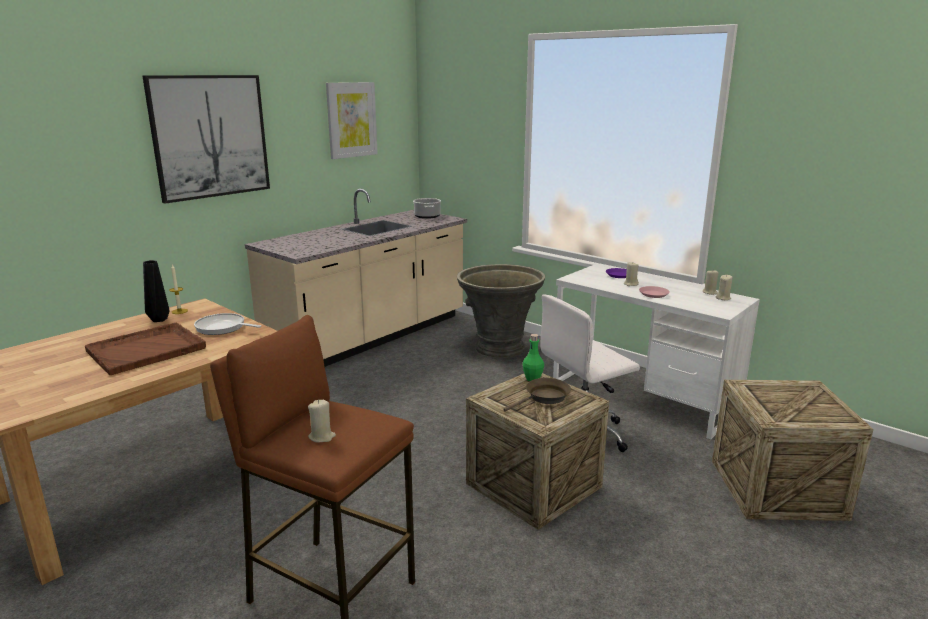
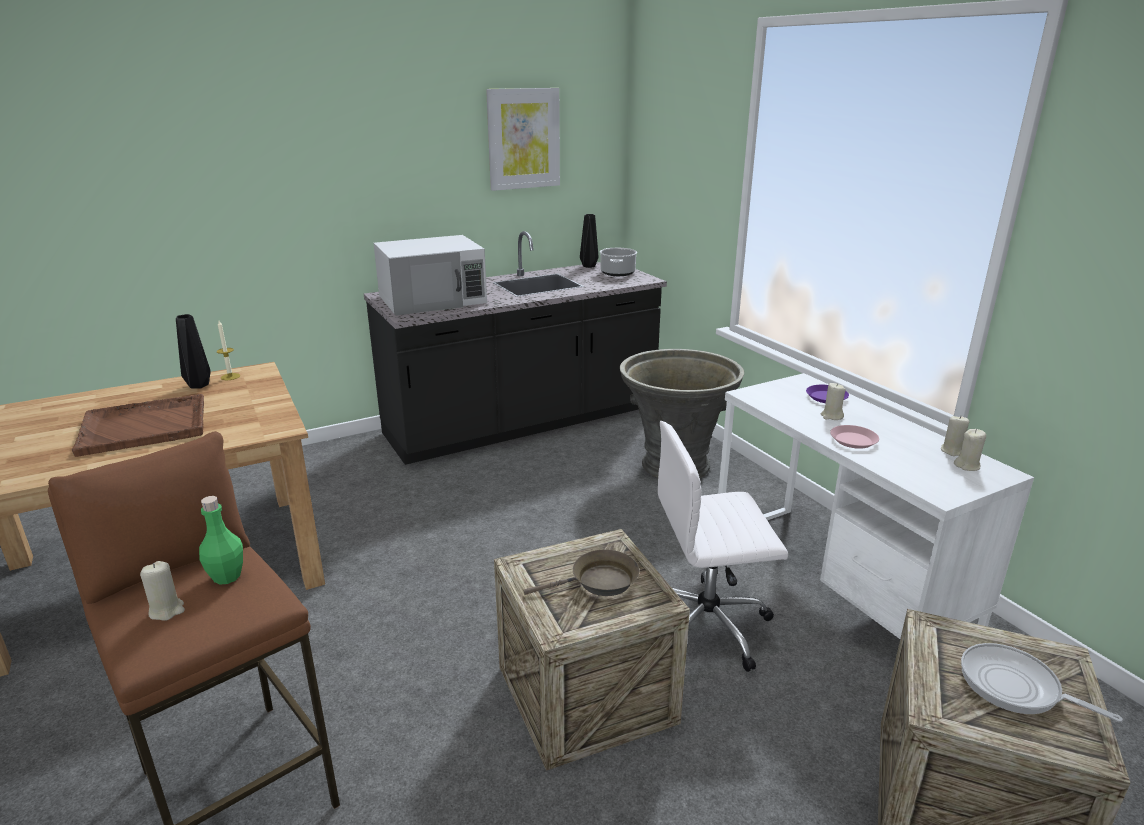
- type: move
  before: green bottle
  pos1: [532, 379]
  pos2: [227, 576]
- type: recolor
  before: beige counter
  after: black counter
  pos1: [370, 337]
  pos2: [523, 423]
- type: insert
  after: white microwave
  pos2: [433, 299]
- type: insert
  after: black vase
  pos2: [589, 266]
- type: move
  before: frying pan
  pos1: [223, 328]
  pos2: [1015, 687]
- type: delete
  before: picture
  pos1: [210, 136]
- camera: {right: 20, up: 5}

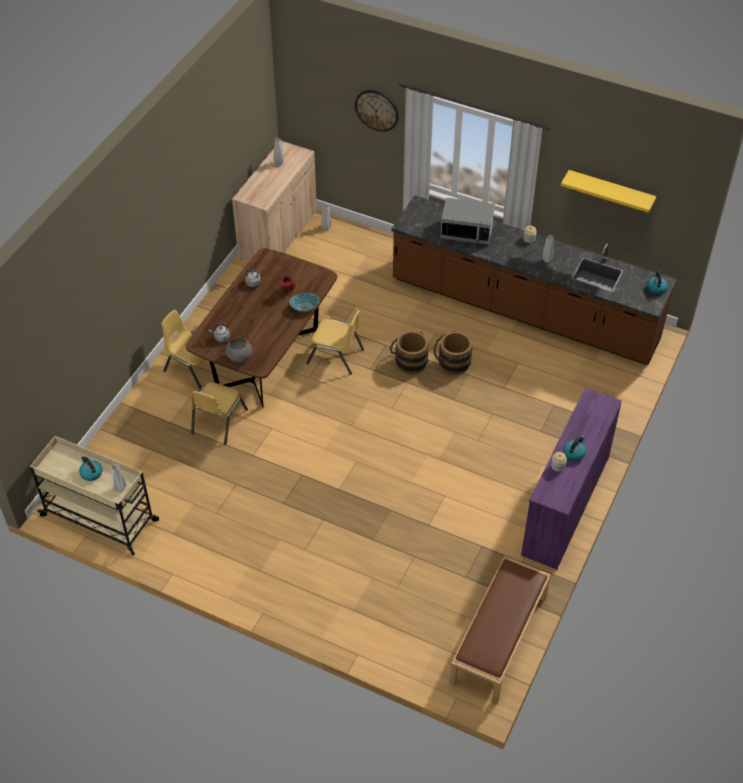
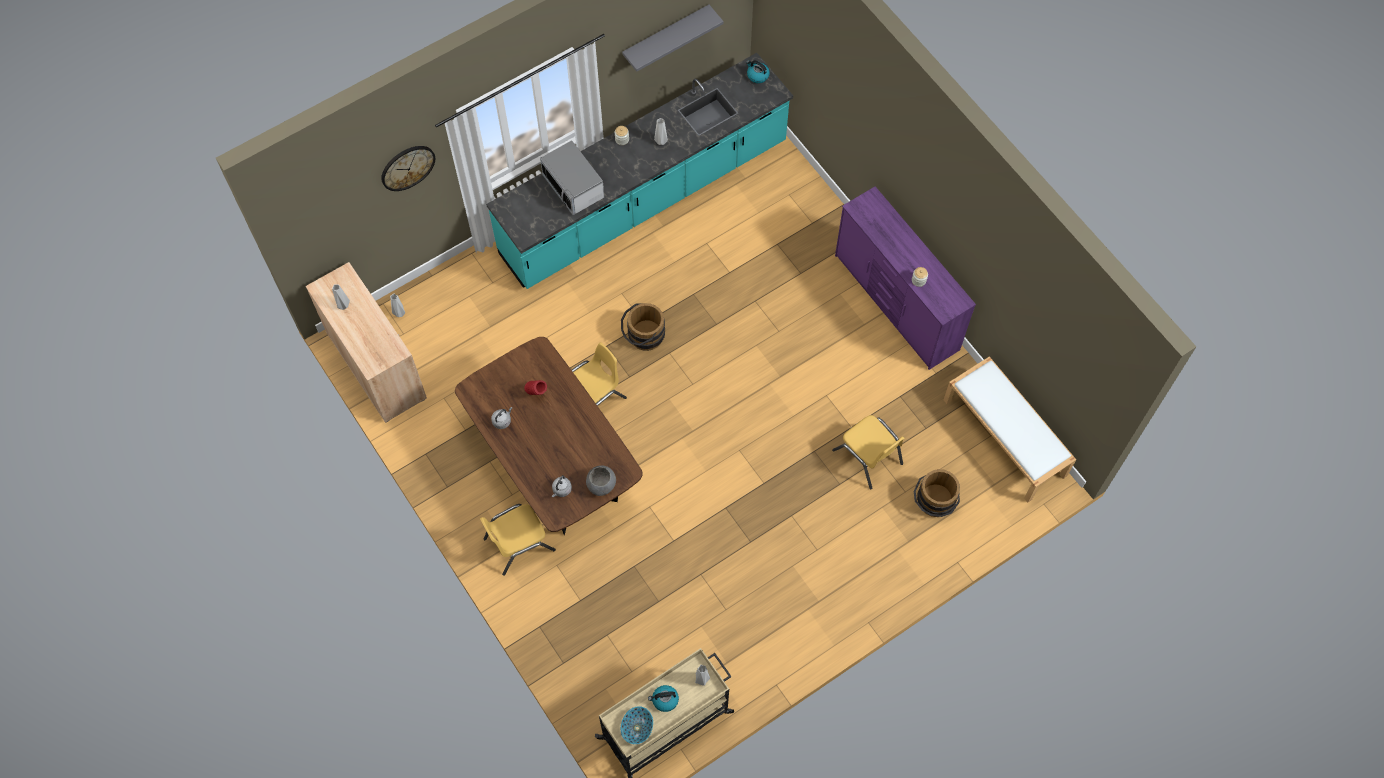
- type: recolor
  before: brown counter
  after: turquoise counter
  pos1: [524, 311]
  pos2: [644, 199]
- type: rotate
  before: microwave
  pos1: [466, 232]
  pos2: [574, 187]
  turn: 105
- type: move
  before: bowl
  pos1: [304, 307]
  pos2: [637, 728]
- type: recolor
  before: yellow shelf
  after: grey shelf
  pos1: [610, 191]
  pos2: [666, 36]
- type: move
  before: yellow chair
  pos1: [218, 421]
  pos2: [868, 457]
- type: move
  before: brown bucket
  pos1: [451, 364]
  pos2: [934, 503]
- type: recolor
  before: brown bench
  after: white bench
  pos1: [499, 640]
  pos2: [1005, 438]
- type: delete
  before: kettle
  pos1: [574, 453]
- camera: {right: -60, up: 15}

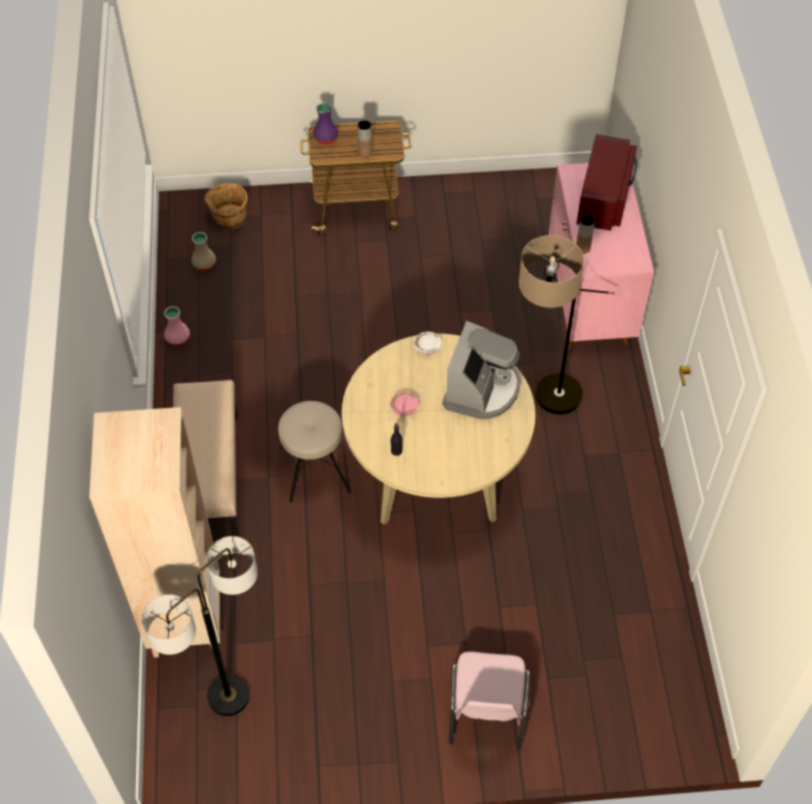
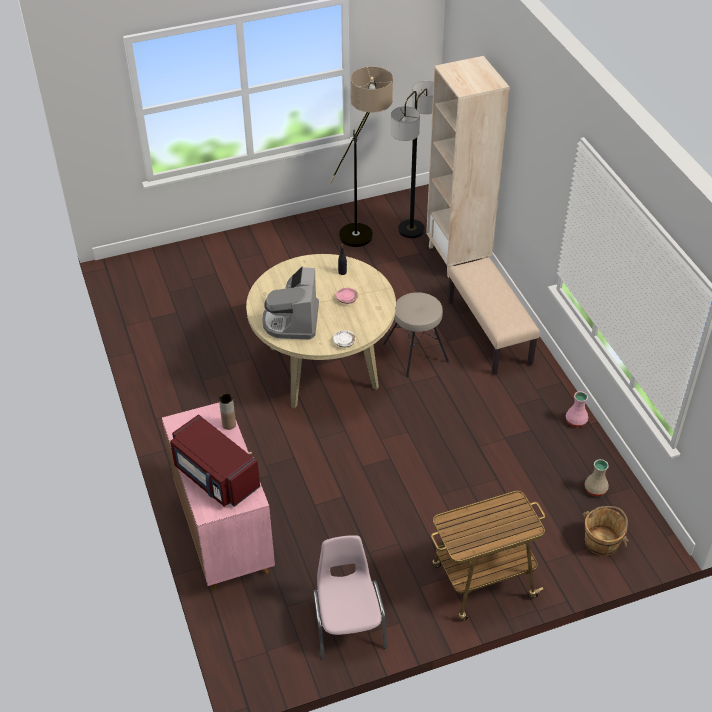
- type: rotate
  before: red microwave
  pos1: [604, 199]
  pos2: [215, 477]
  turn: -45
- type: move
  before: pink chair
  pos1: [486, 711]
  pos2: [348, 623]
- type: move
  before: floor lamp
  pos1: [543, 404]
  pos2: [364, 229]
- type: delete
  before: purple vase
  pos1: [326, 137]
- type: delete
  before: brown vase
  pos1: [365, 153]
- camera: {right: 165, up: -10}

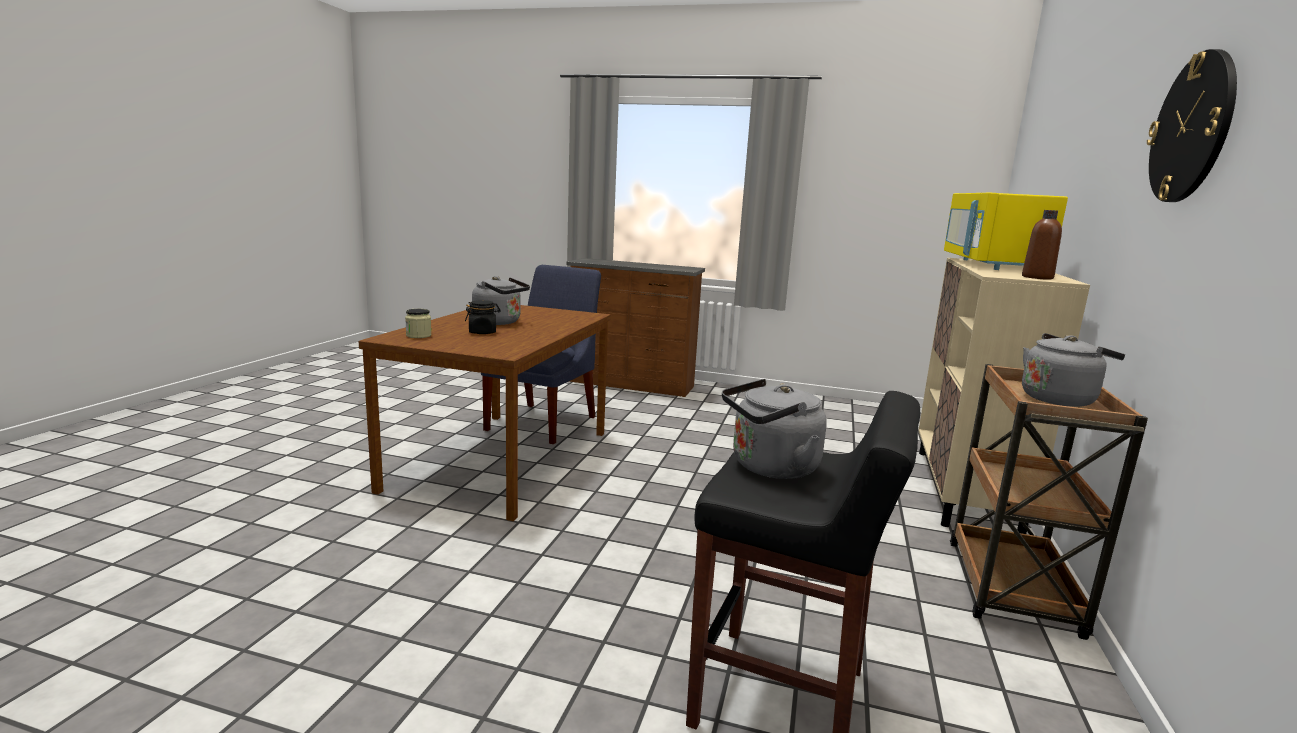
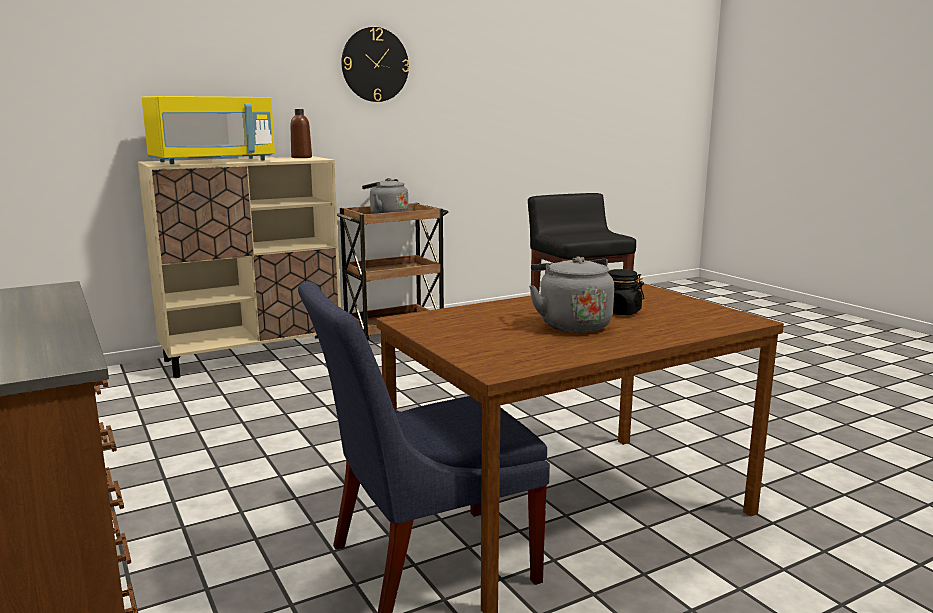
- type: delete
  before: jar
  pos1: [418, 335]
- type: delete
  before: grey kettle
  pos1: [770, 468]
- camera: {right: -135, up: 0}

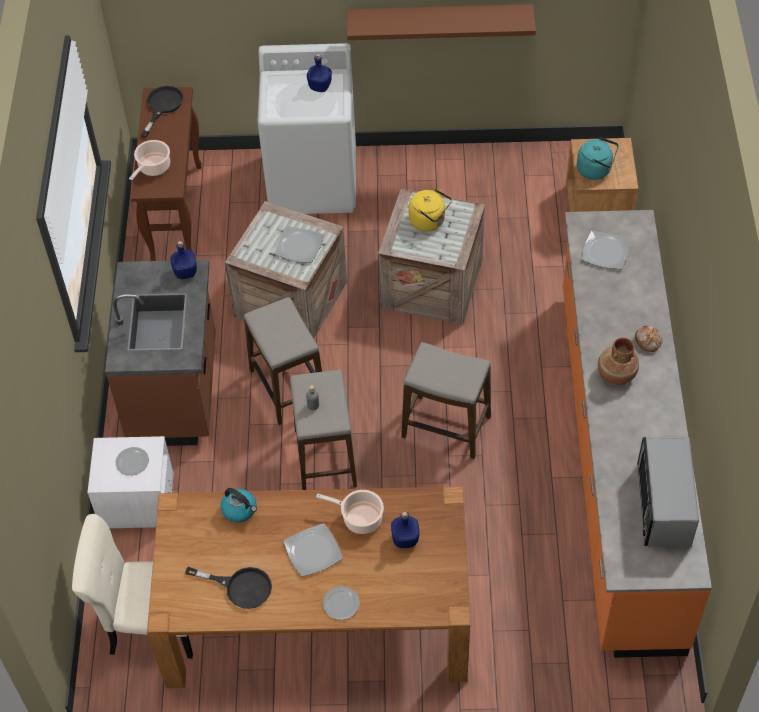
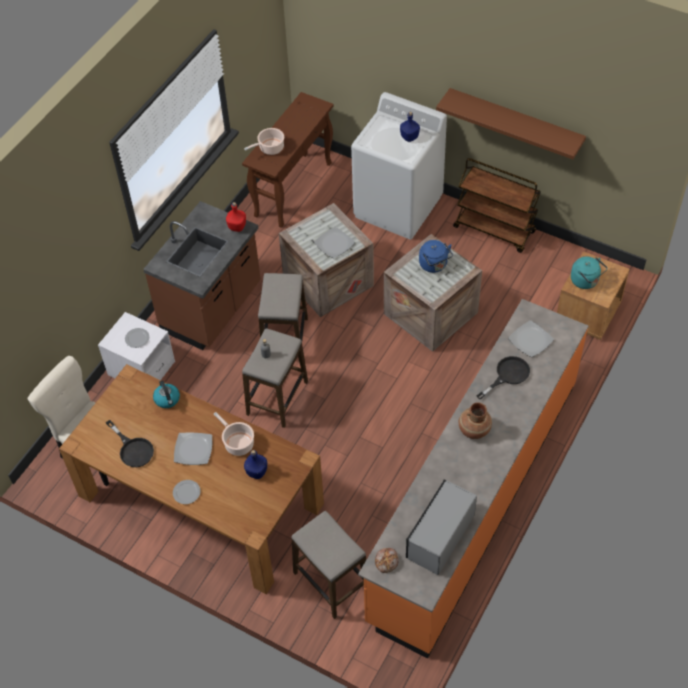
- type: recolor
  before: blue bottle
  after: red bottle
  pos1: [185, 273]
  pos2: [237, 227]
- type: move
  before: stool
  pos1: [446, 427]
  pos2: [331, 582]
- type: move
  before: bread
  pos1: [648, 340]
  pos2: [387, 561]
- type: recolor
  before: yellow kettle
  after: blue kettle
  pos1: [429, 221]
  pos2: [434, 265]
- type: insert
  after: brown cart
  pos2: [495, 229]
- type: move
  before: black frying pan
  pos1: [162, 106]
  pos2: [508, 375]
- camera: {right: 30, up: 0}

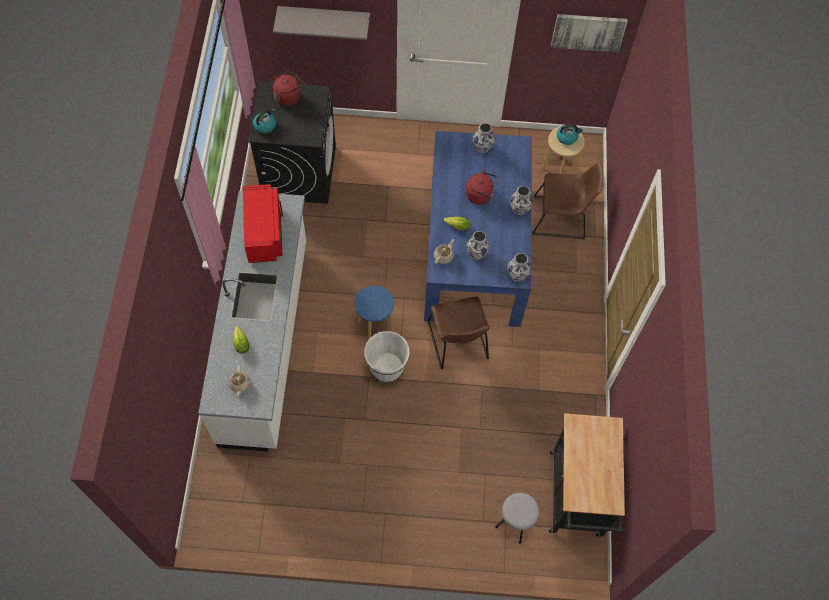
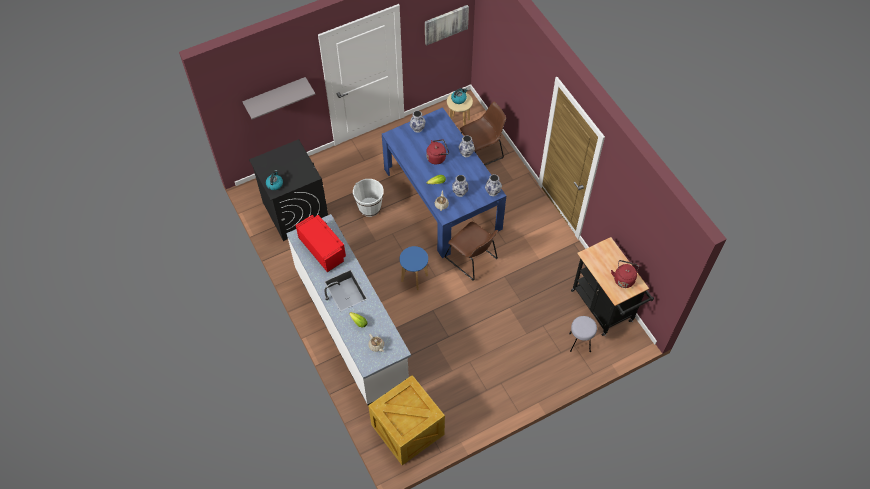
- type: move
  before: white bucket
  pos1: [387, 368]
  pos2: [369, 207]
- type: insert
  after: crate
  pos2: [409, 430]
- type: move
  before: red kettle
  pos1: [289, 96]
  pos2: [624, 279]
- camera: {right: -30, up: -5}

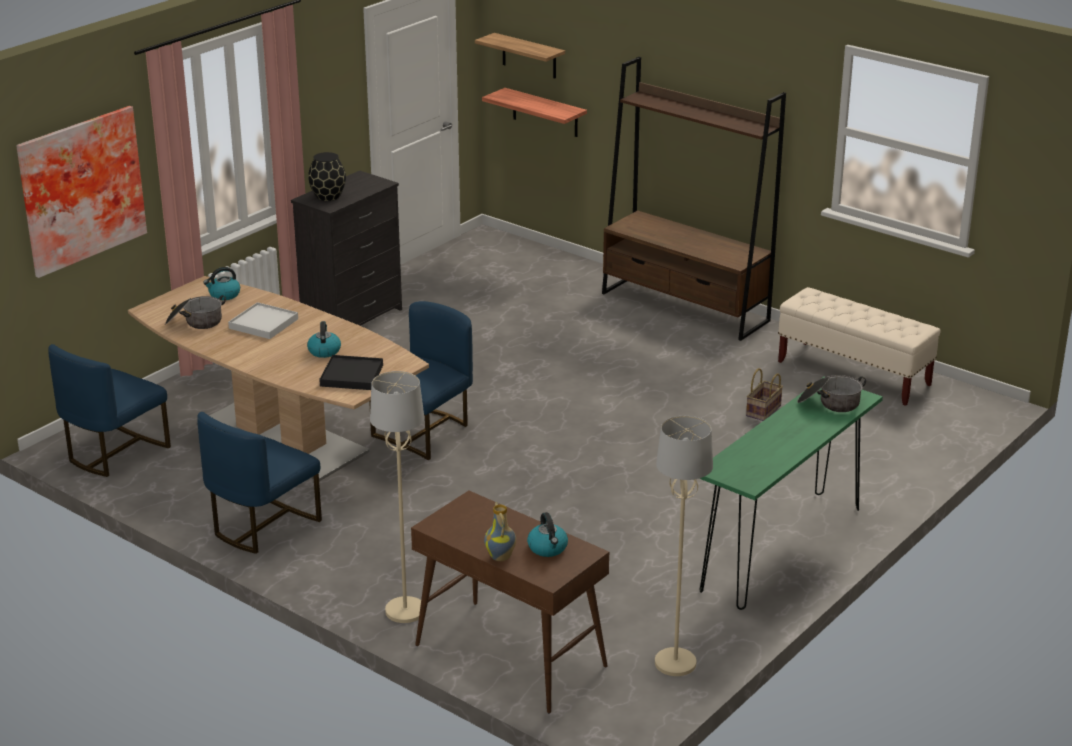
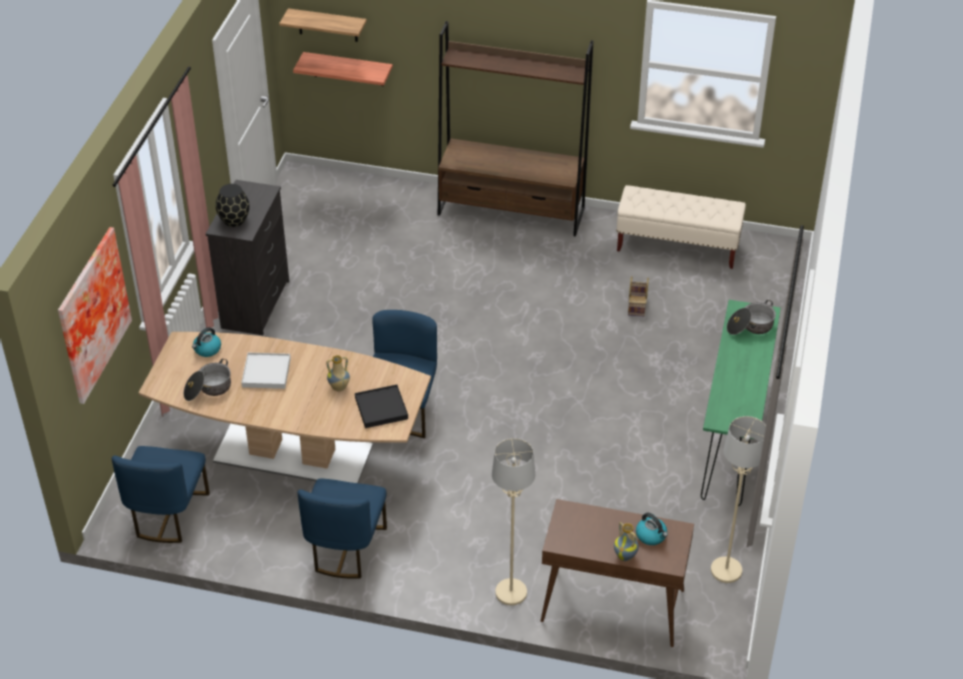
- type: replace
  before: kettle
  after: vase
  pos1: [324, 351]
  pos2: [339, 388]
- camera: {right: -25, up: 15}

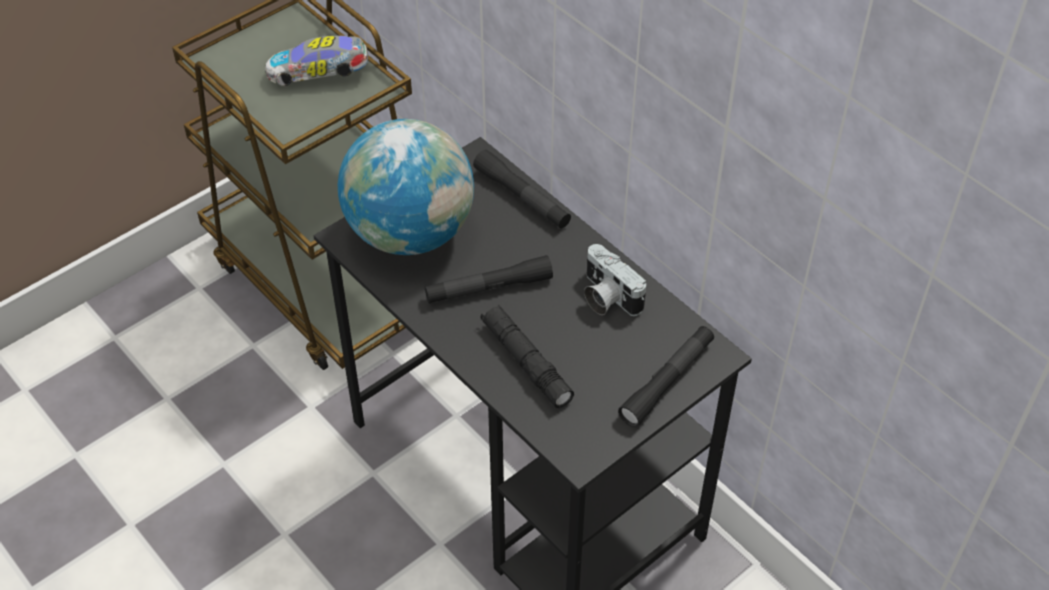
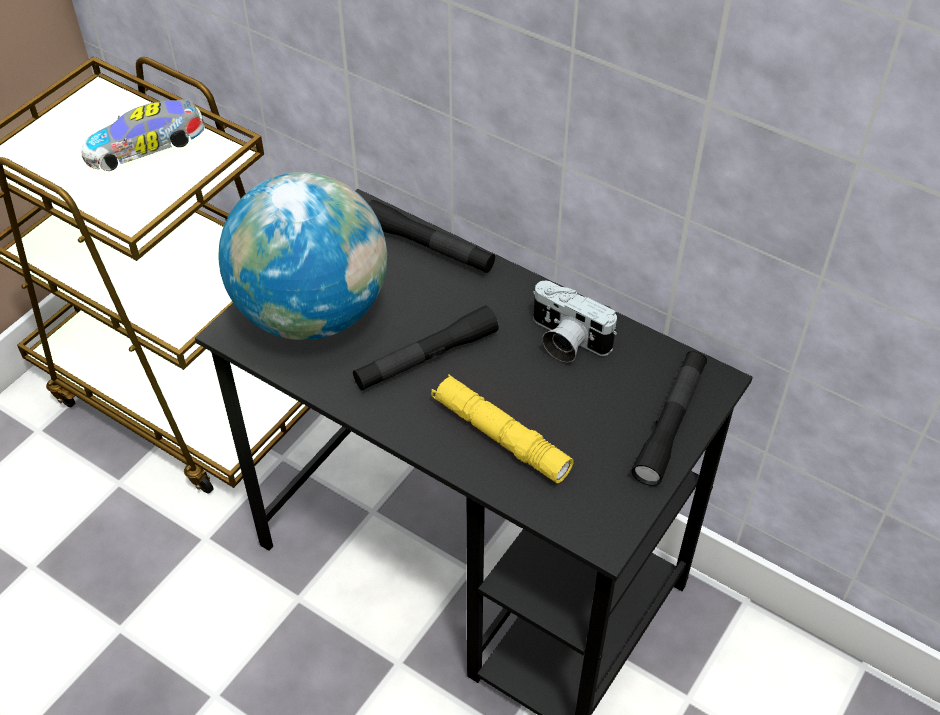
- type: recolor
  before: black flashlight
  after: yellow flashlight
  pos1: [526, 362]
  pos2: [500, 436]
- camera: {right: -15, up: 0}

